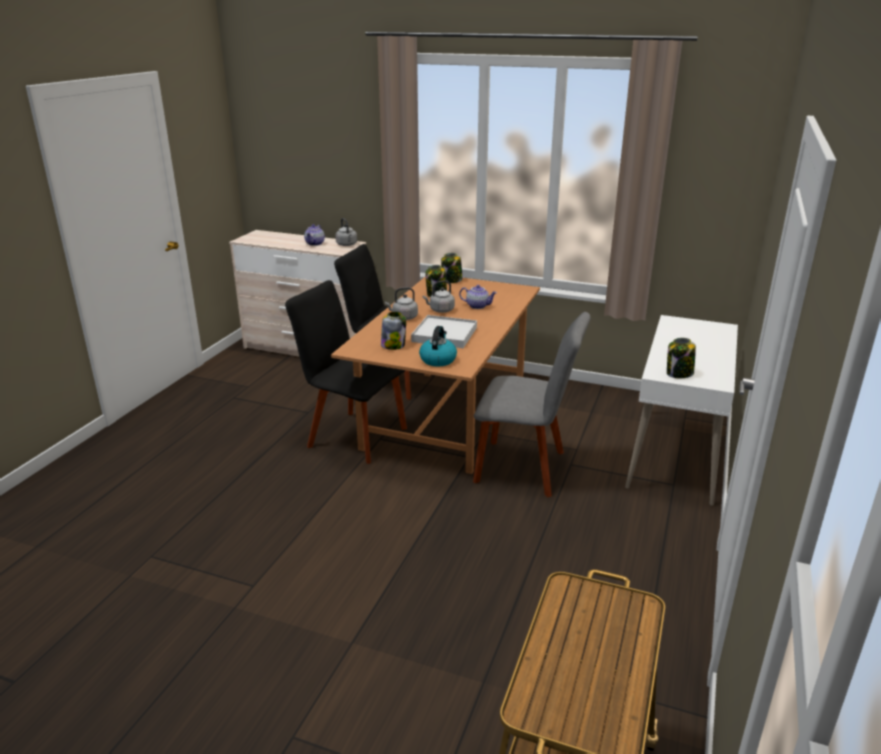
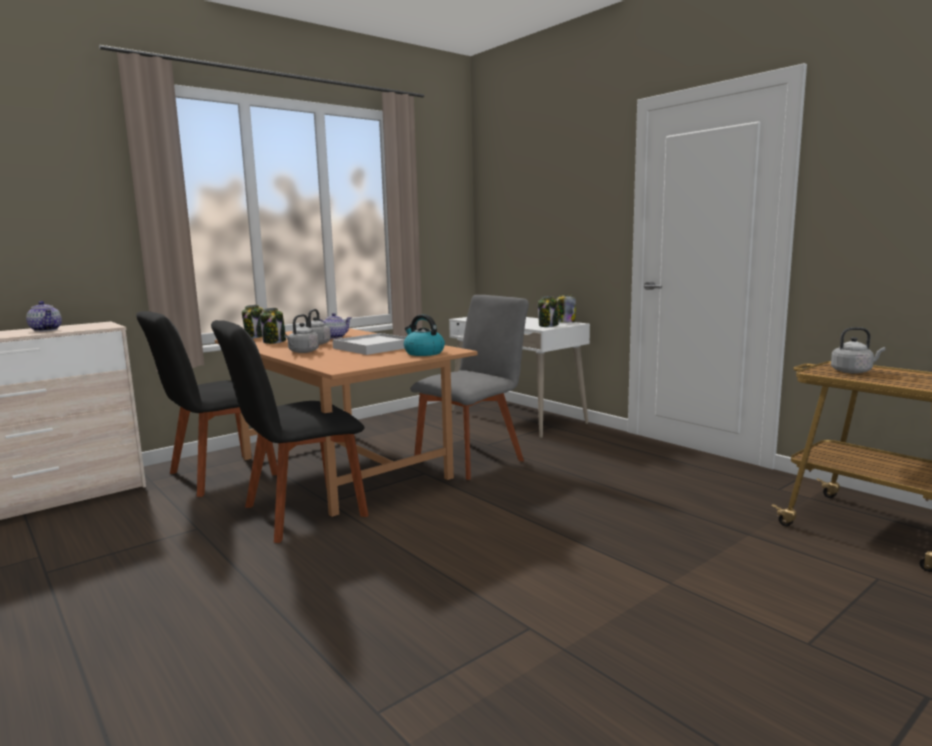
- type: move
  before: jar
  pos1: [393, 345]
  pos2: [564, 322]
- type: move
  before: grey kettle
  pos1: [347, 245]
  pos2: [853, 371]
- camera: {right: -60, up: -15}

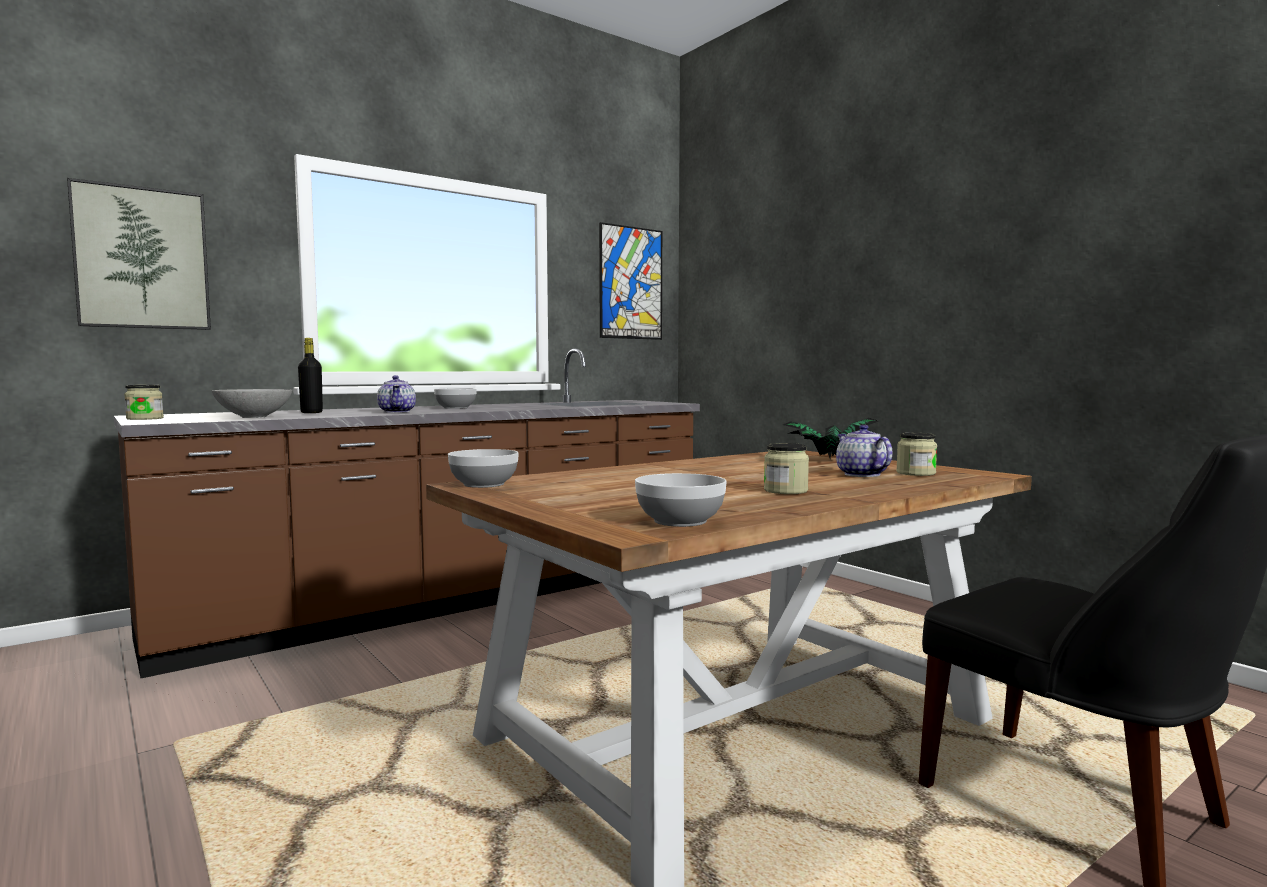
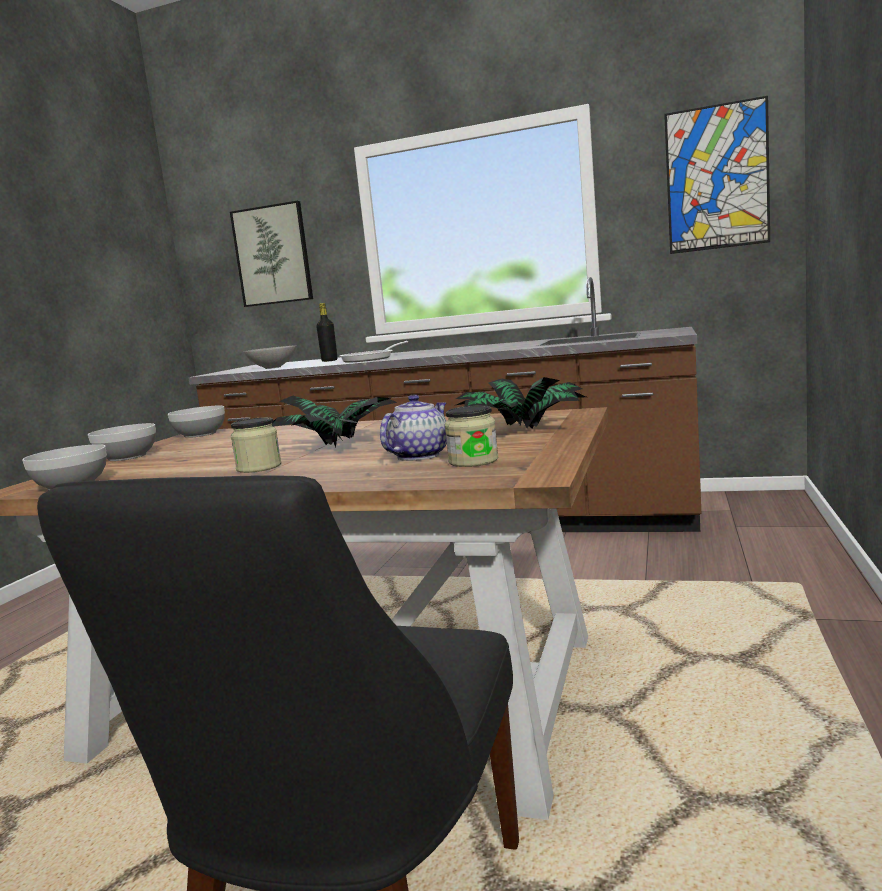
- type: move
  before: bowl
  pos1: [455, 407]
  pos2: [128, 456]
- type: insert
  after: potted plant
  pos2: [340, 445]
- type: replace
  before: teapot
  after: frying pan
  pos1: [397, 411]
  pos2: [371, 359]
- type: delete
  before: jar
  pos1: [145, 418]
- camera: {right: 55, up: 5}

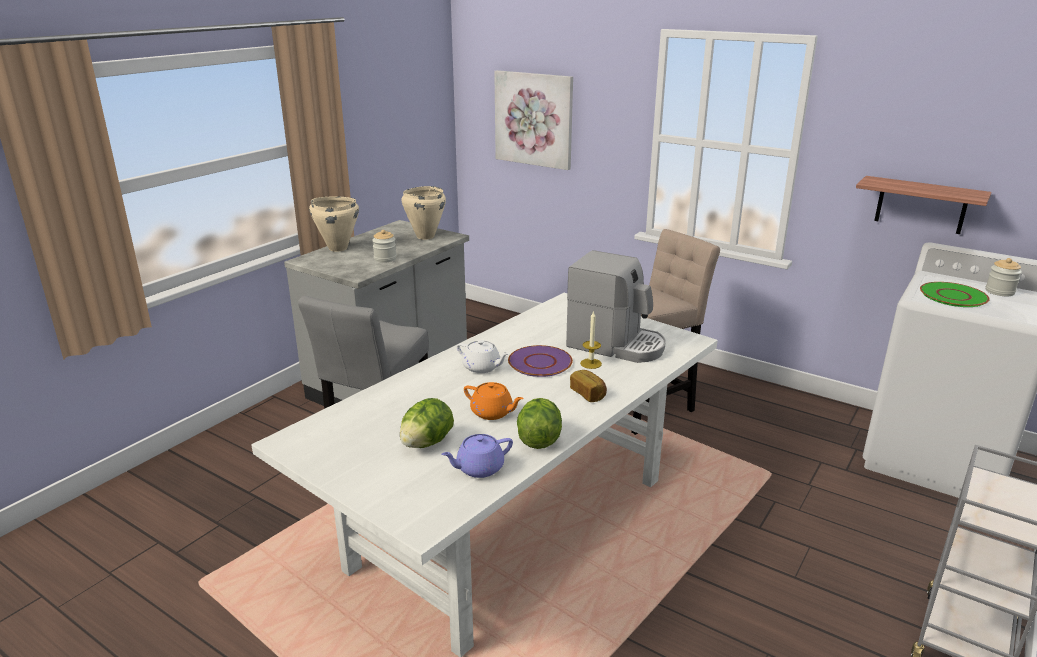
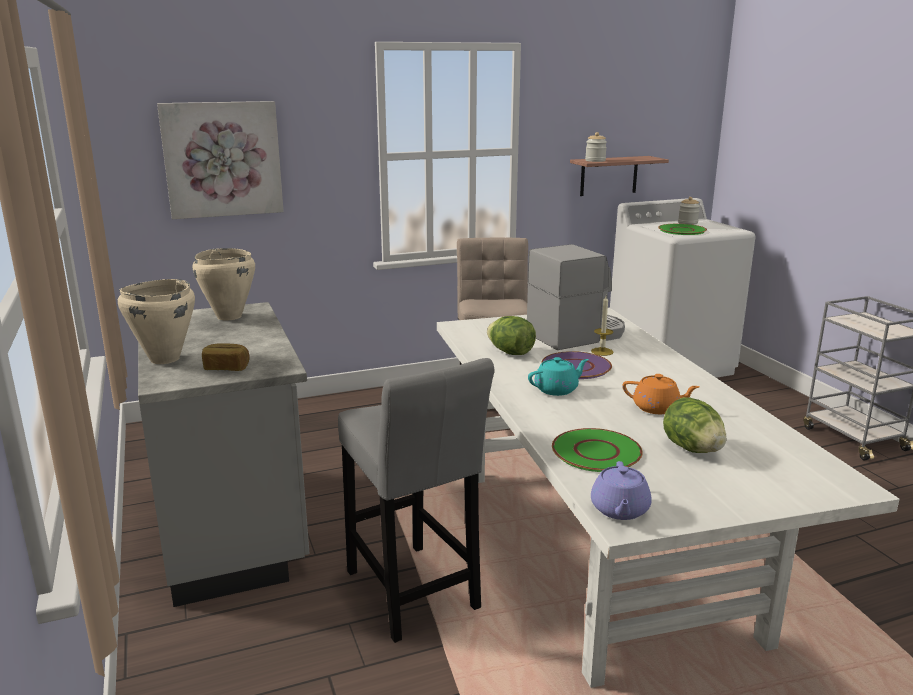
- type: move
  before: bread
  pos1: [588, 394]
  pos2: [226, 368]
- type: move
  before: lettuce
  pos1: [539, 440]
  pos2: [510, 352]
- type: recolor
  before: white teapot
  after: turquoise teapot
  pos1: [482, 367]
  pos2: [557, 389]
- type: insert
  after: green plate
  pos2: [597, 452]
- type: move
  before: jar
  pos1: [385, 259]
  pos2: [595, 160]
- type: move
  before: purple teapot
  pos1: [479, 468]
  pos2: [619, 510]
- type: rotate
  before: orange teapot
  pos1: [492, 413]
  pos2: [657, 408]
  turn: 45
- camera: {right: -55, up: -5}

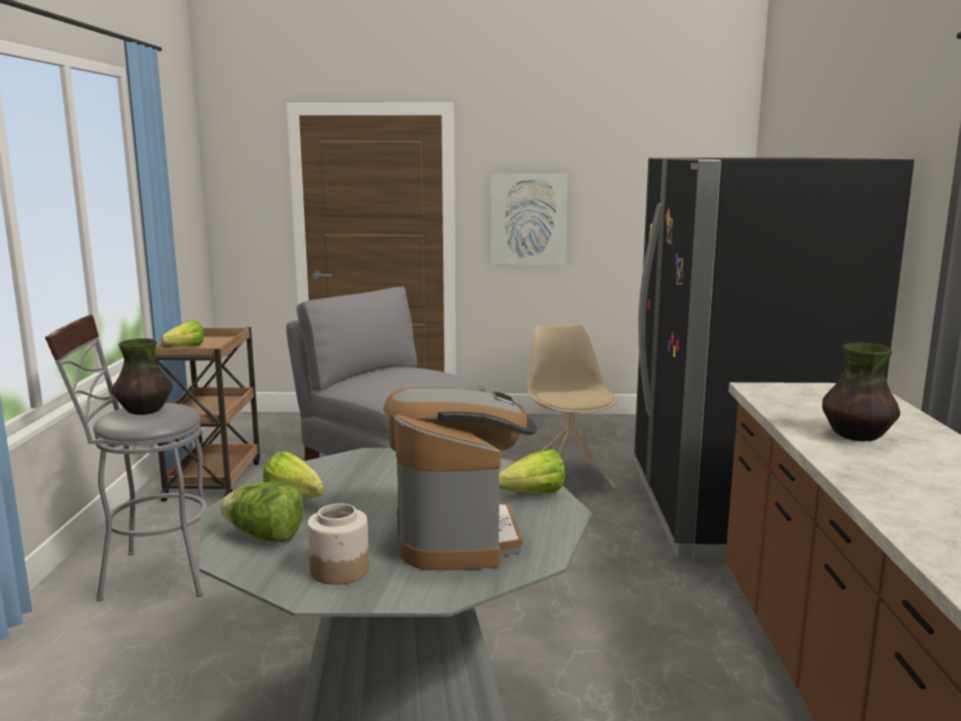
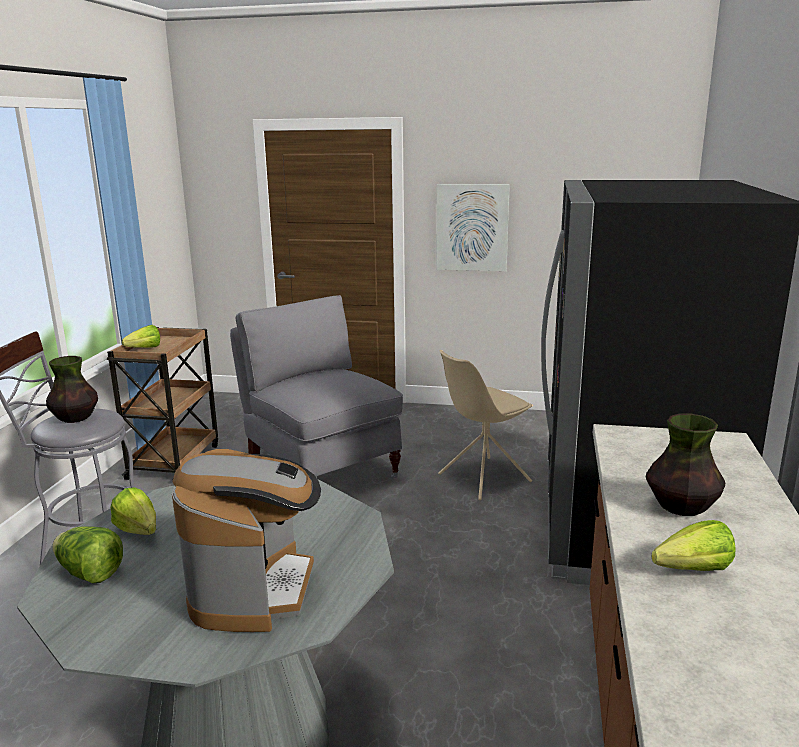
- type: rotate
  before: beige chair
  pos1: [568, 477]
  pos2: [482, 478]
  turn: -120
- type: move
  before: lettuce
  pos1: [527, 495]
  pos2: [686, 571]
- type: delete
  before: jar
  pos1: [340, 570]
- camera: {right: 10, up: 5}

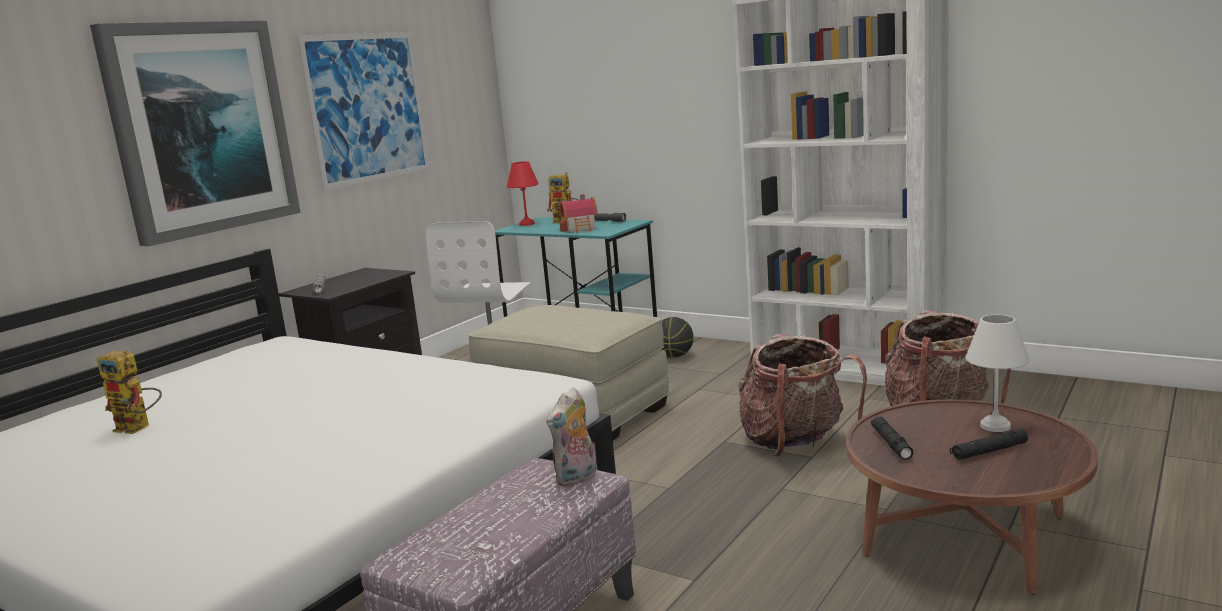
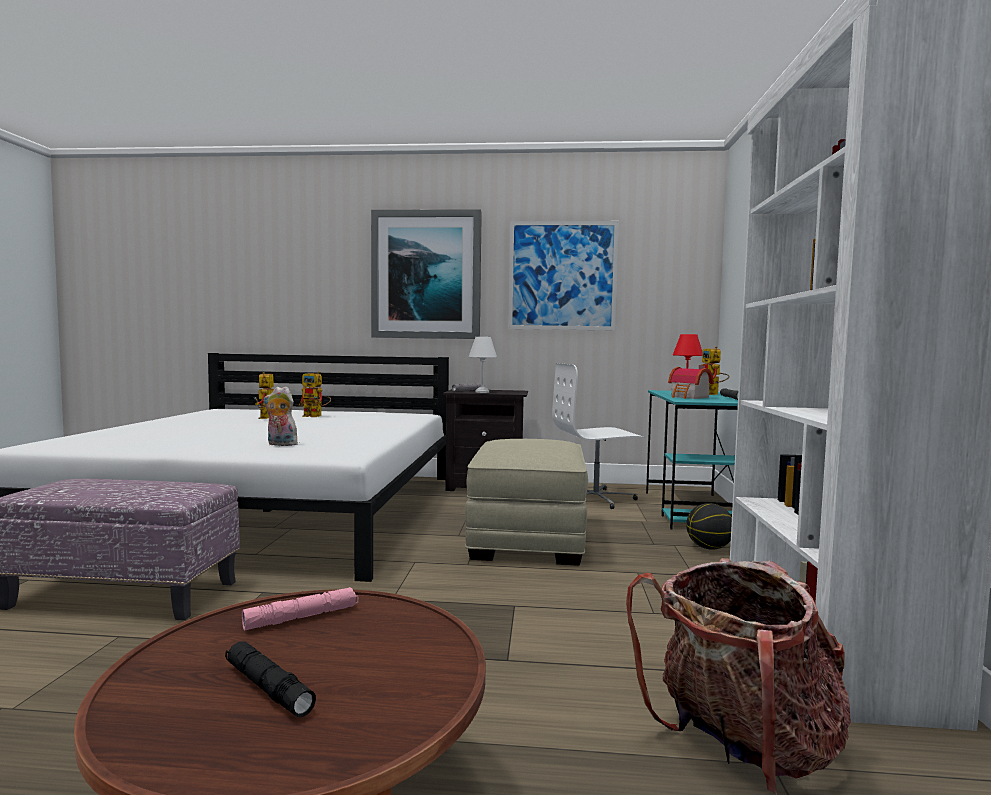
- type: recolor
  before: black flashlight
  after: pink flashlight
  pos1: [891, 443]
  pos2: [302, 617]
- type: move
  before: plush toy
  pos1: [577, 479]
  pos2: [280, 444]
- type: insert
  after: toy robot
  pos2: [316, 416]
- type: move
  before: white table lamp
  pos1: [996, 426]
  pos2: [482, 392]
- type: delete
  before: backpack
  pos1: [795, 442]
- camera: {right: 60, up: -10}

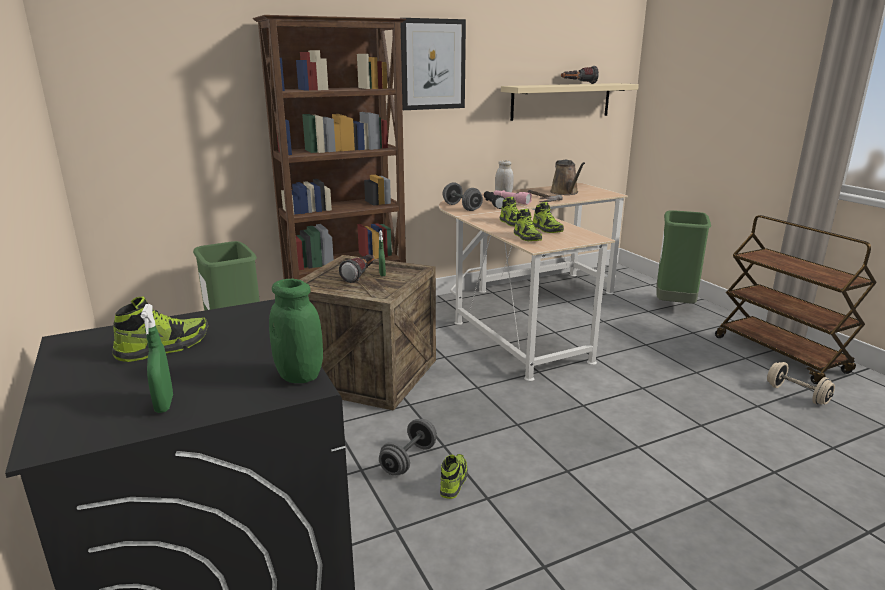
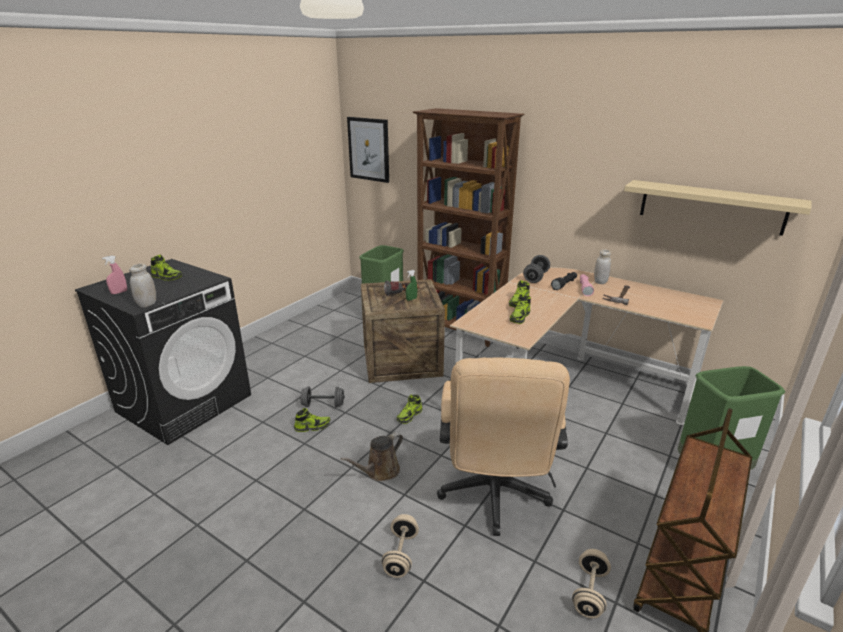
- type: recolor
  before: green spray bottle
  after: pink spray bottle
  pos1: [164, 404]
  pos2: [119, 292]
- type: recolor
  before: green jar
  after: white jar
  pos1: [299, 375]
  pos2: [147, 304]
- type: move
  before: brown watering can
  pos1: [565, 193]
  pos2: [380, 471]
- type: move
  before: picture
  pos1: [432, 64]
  pos2: [369, 149]
- type: insert
  after: beige dumbbell
  pos2: [401, 554]
- type: move
  before: shoe
  pos1: [527, 237]
  pos2: [409, 416]
- type: insert
  after: beige office chair
  pos2: [493, 497]
- type: delete
  before: flashlight
  pos1: [578, 84]
- camera: {right: 60, up: 5}

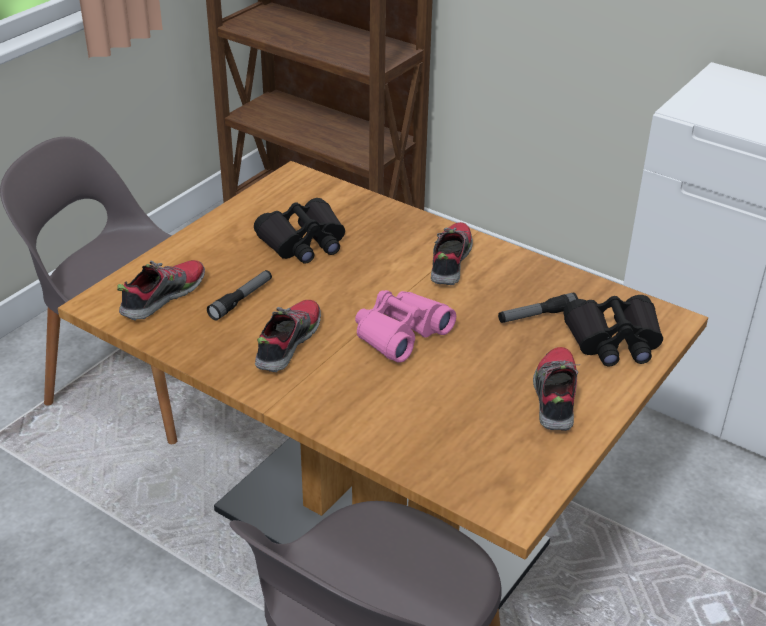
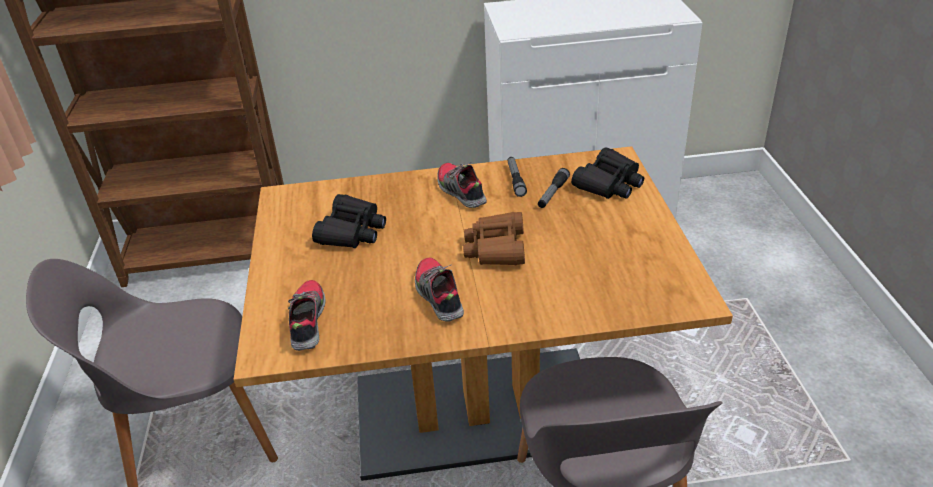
- type: recolor
  before: pink binoculars
  after: brown binoculars
  pos1: [400, 334]
  pos2: [496, 248]
- type: move
  before: flashlight
  pos1: [241, 300]
  pos2: [515, 180]
- type: delete
  before: shoe
  pos1: [555, 397]
- camera: {right: -40, up: 0}

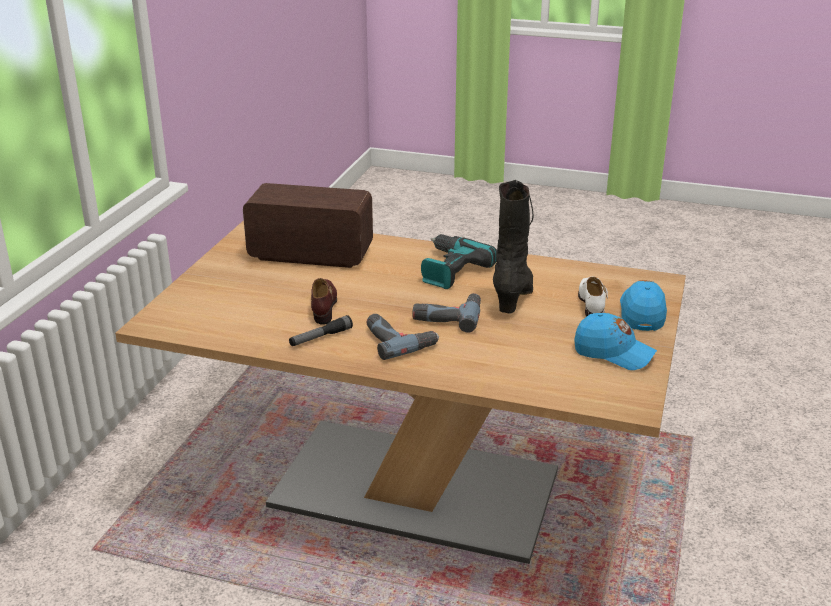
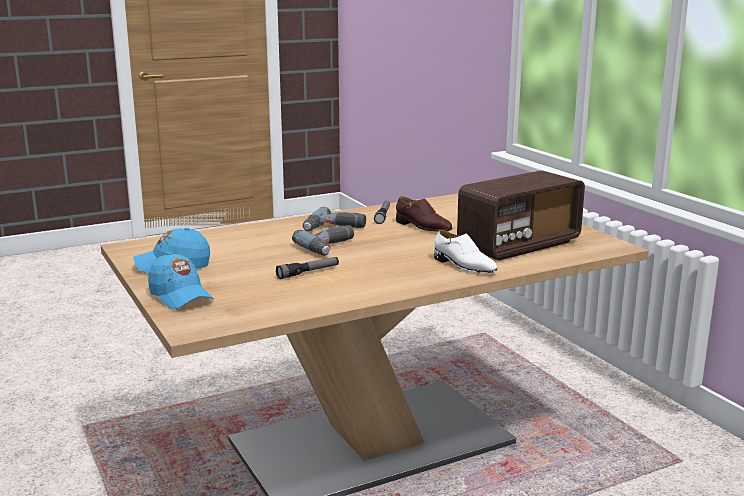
- type: replace
  before: black boot
  after: flashlight
  pos1: [513, 296]
  pos2: [308, 272]
- type: move
  before: white shoe
  pos1: [592, 304]
  pos2: [464, 266]
- type: delete
  before: power drill
  pos1: [449, 270]
- camera: {right: 135, up: -10}

